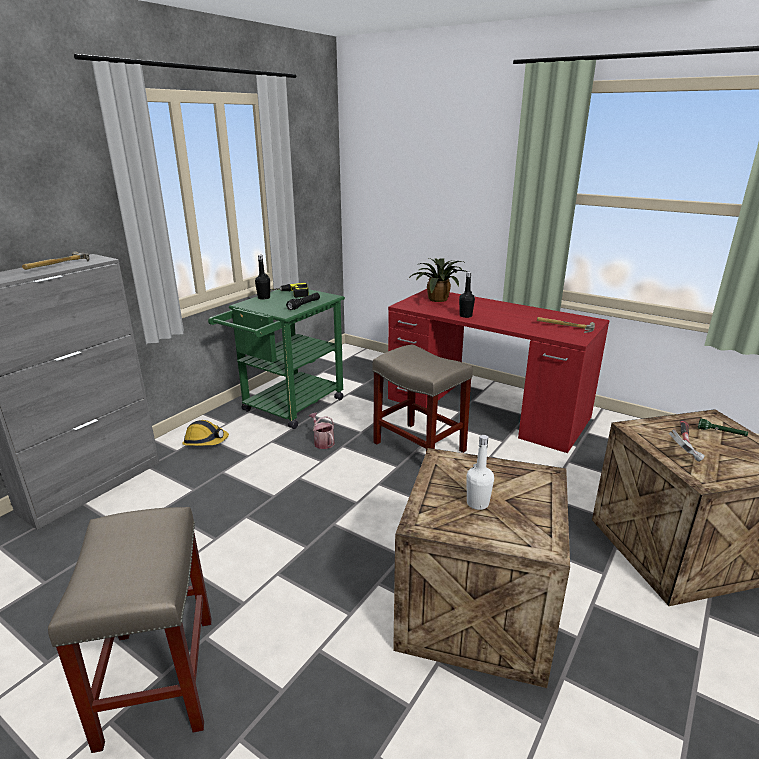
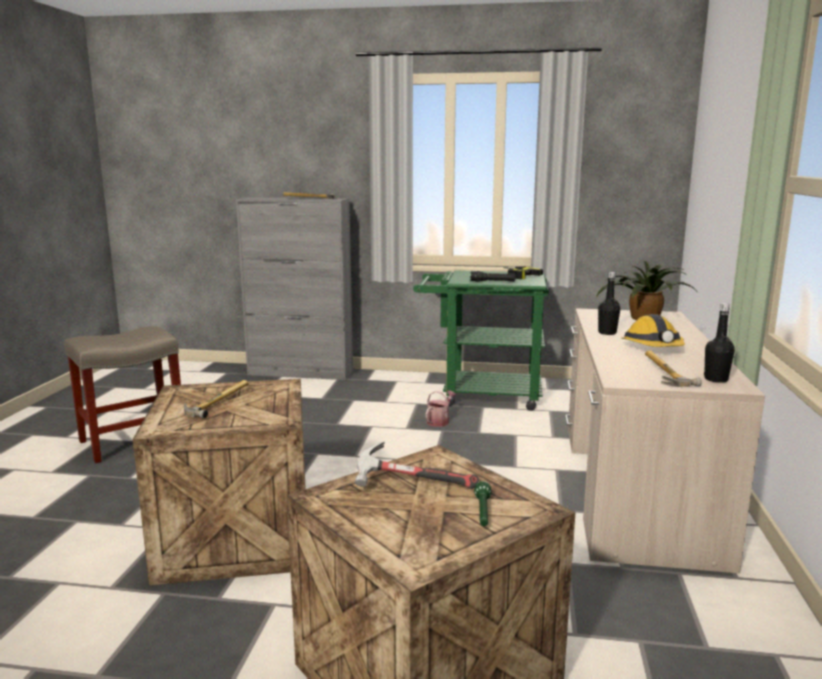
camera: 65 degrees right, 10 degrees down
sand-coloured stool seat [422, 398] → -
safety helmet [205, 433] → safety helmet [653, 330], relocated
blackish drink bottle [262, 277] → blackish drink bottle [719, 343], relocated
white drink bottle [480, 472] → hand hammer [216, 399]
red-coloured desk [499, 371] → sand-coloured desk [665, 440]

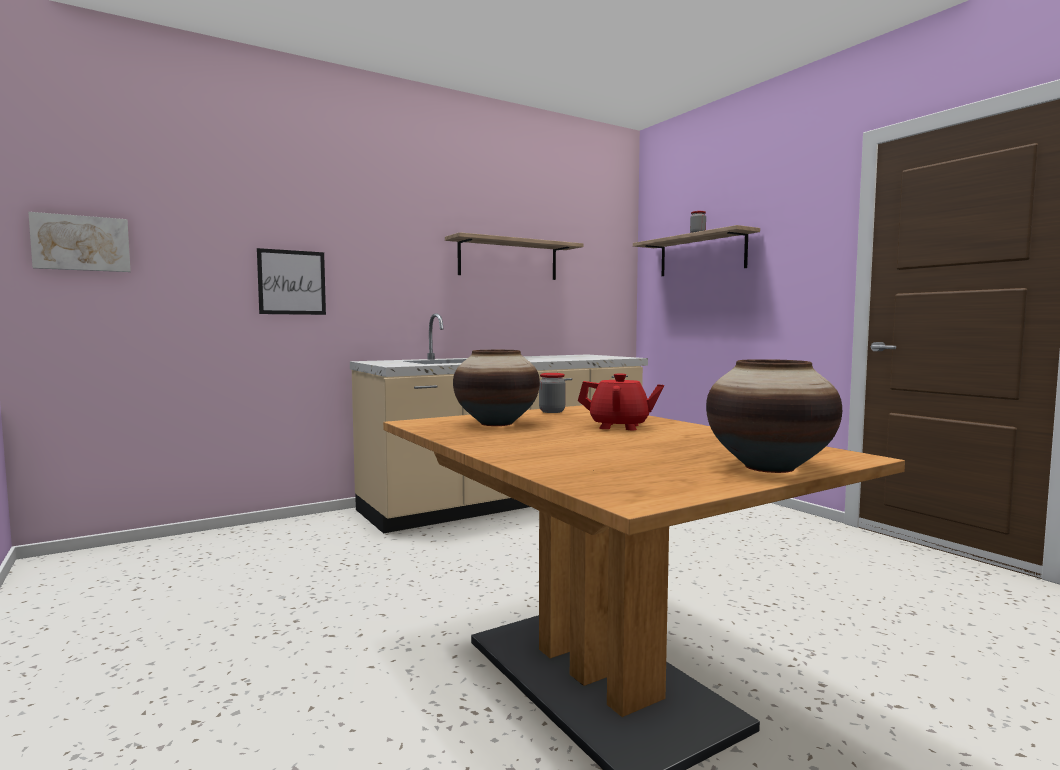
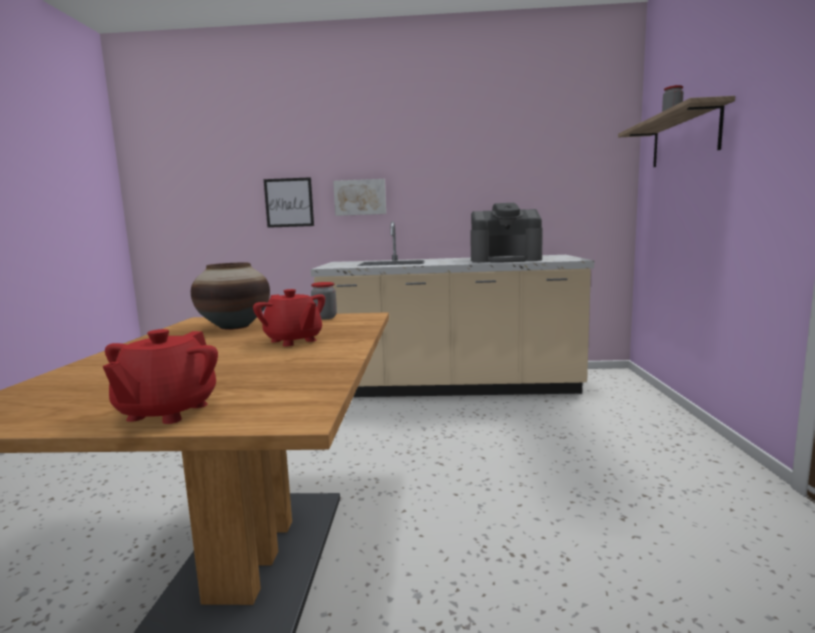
camera: 35 degrees right, 5 degrees up
shelf [514, 256] → -
- → coffee machine [506, 233]
wall art [79, 242] → wall art [359, 197], relocated
decorative vase [774, 416] → red-coloured teapot [160, 376]

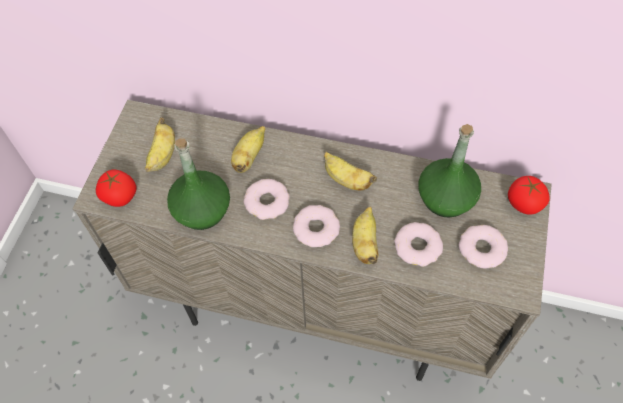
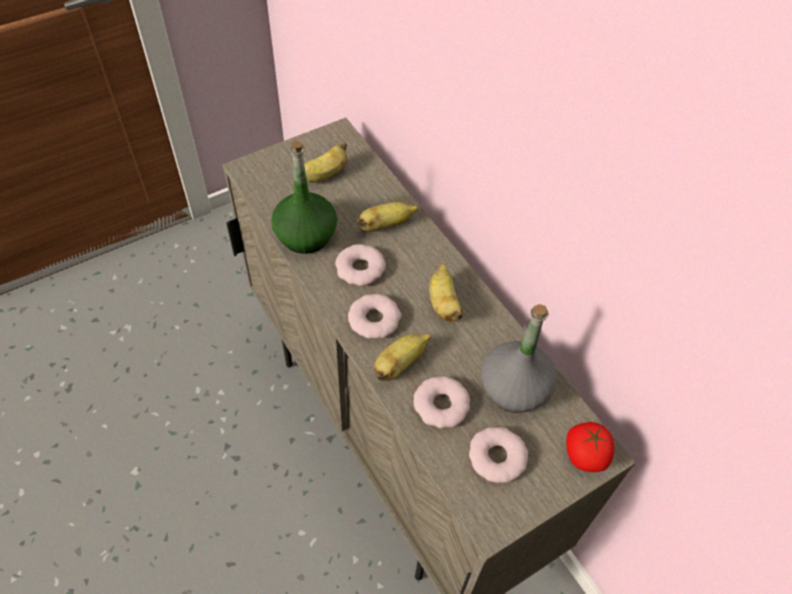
camera: 40 degrees right, 5 degrees down
tomato [116, 188] → -
green-coloured drink bottle [449, 171] → gray drink bottle [519, 358]

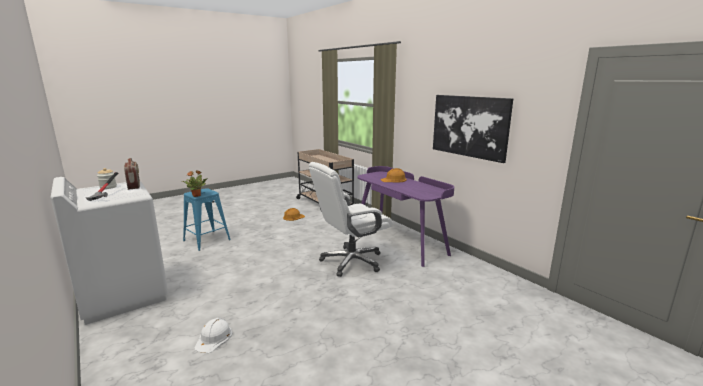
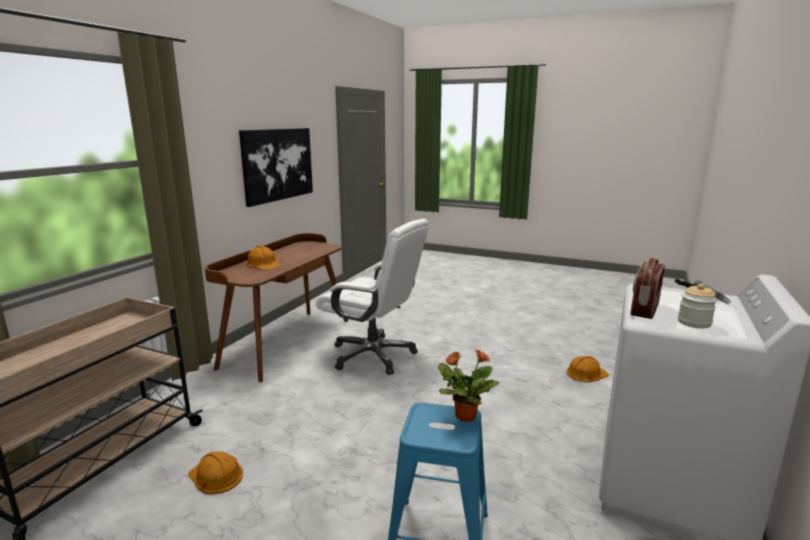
camera: 120 degrees left, 0 degrees up
white safety helmet [213, 335] → orange safety helmet [587, 369]
purple-coloured desk [405, 216] → brown-coloured desk [276, 307]

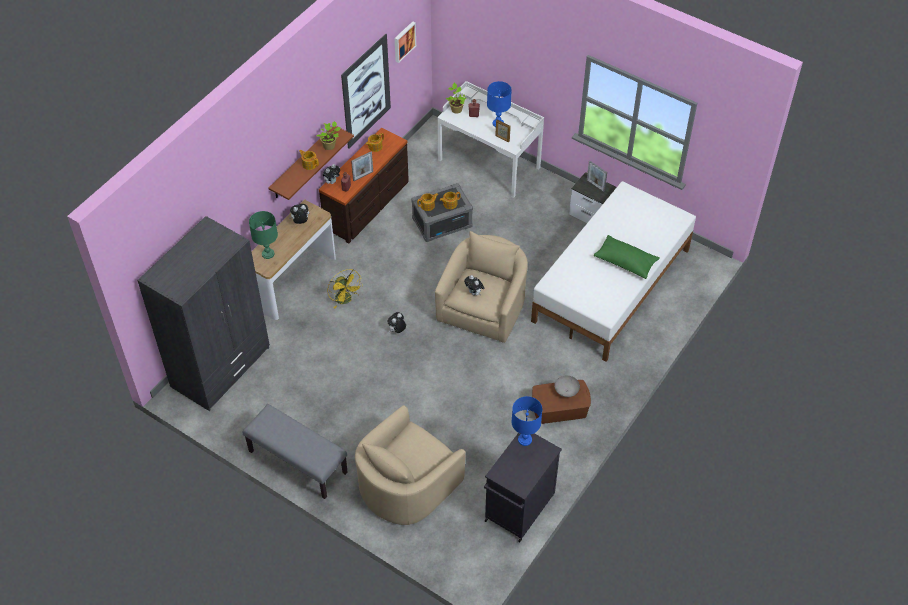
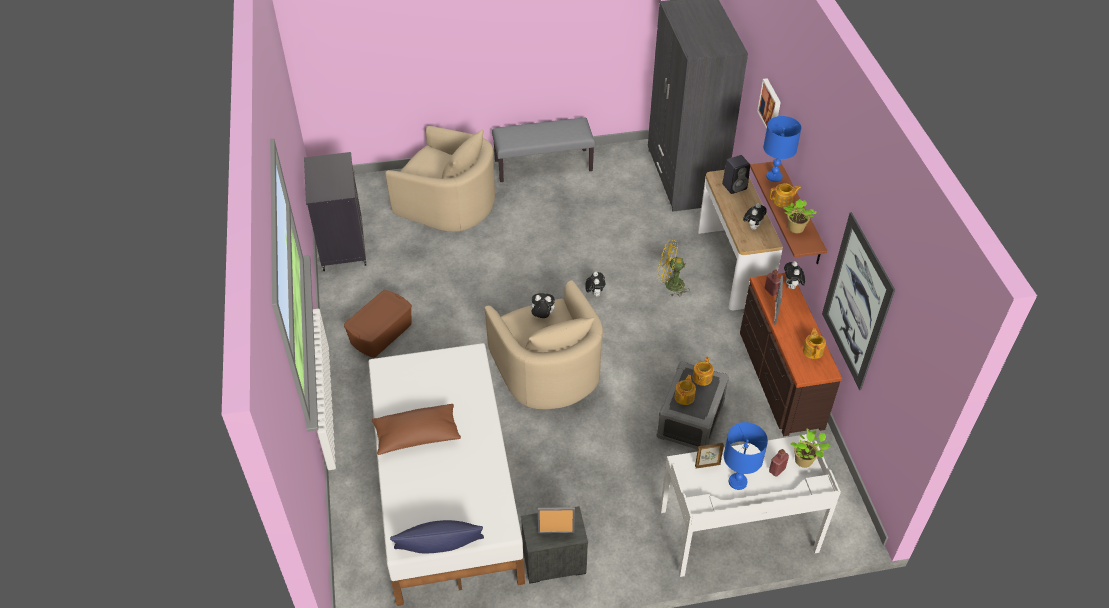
camera: 135 degrees right, 5 degrees down
gray bowl [567, 386] → -
- → bluish cushion [437, 536]
wall art [405, 42] → wall art [769, 103], relocated
bluish table lamp [527, 421] → bluish table lamp [782, 149], relocated
green-coloured table lamp [263, 235] → blackish speaker [736, 174]
green-coloured cushion [627, 257] → brown-coloured cushion [416, 429]
sand-coloured lounge chair [410, 465] → sand-coloured lounge chair [440, 179], 120 degrees clockwise

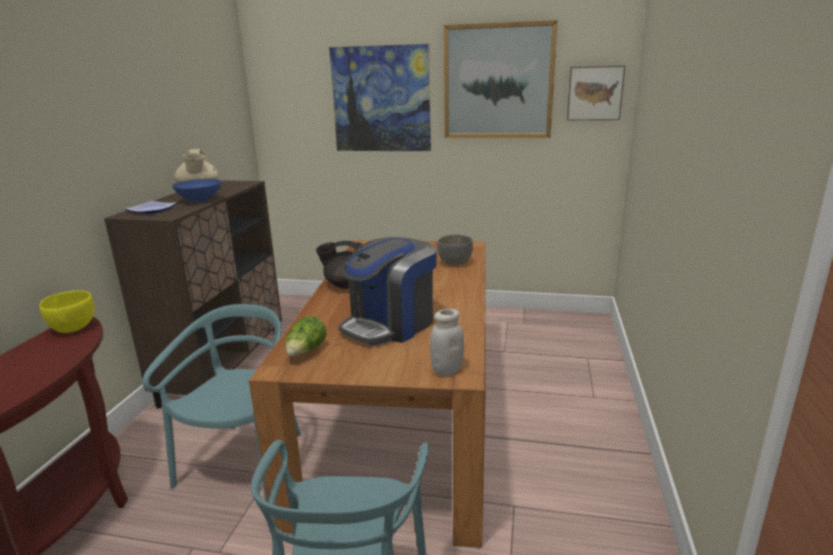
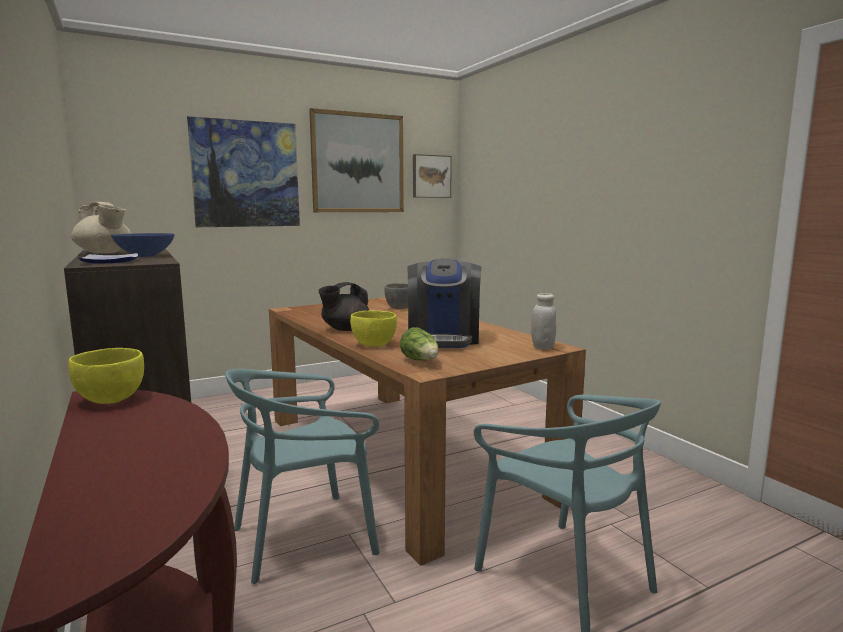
camera: 40 degrees left, 10 degrees down
- → yellow-coloured bowl [373, 329]
turquoise chair [221, 403] → turquoise chair [302, 476], 90 degrees counterclockwise

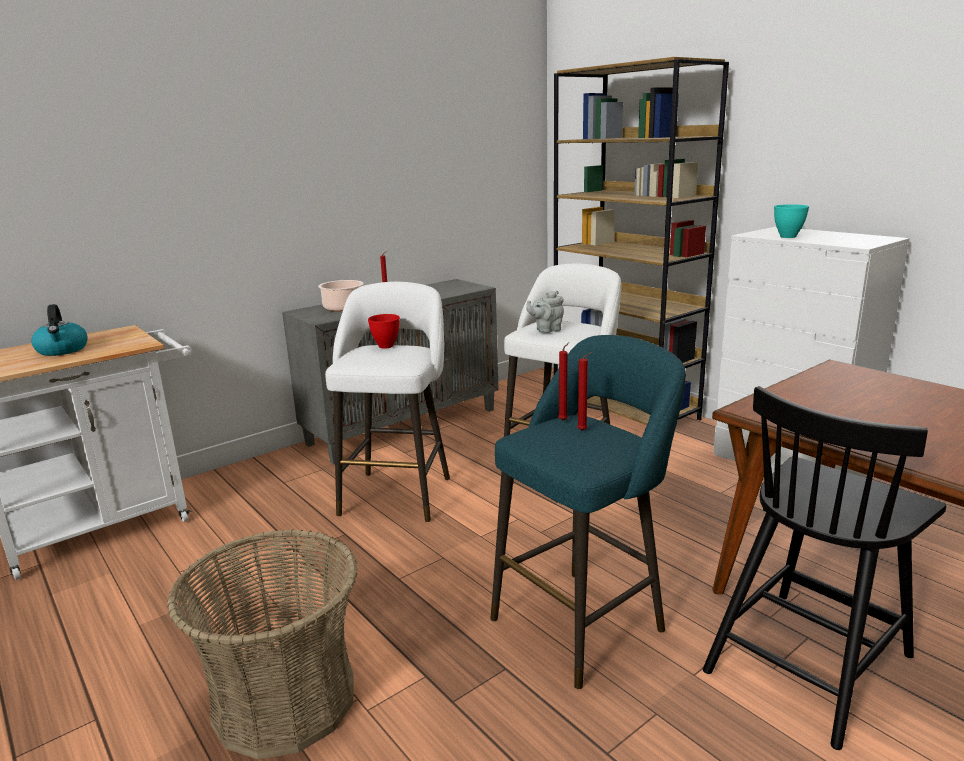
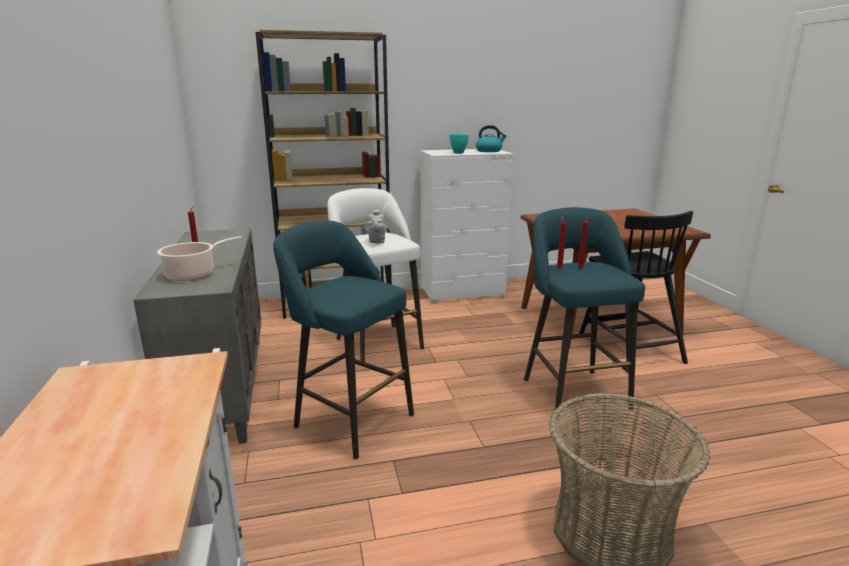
camera: 65 degrees left, 0 degrees up
red-coloured bowl [384, 331] → -
tea kettle [59, 330] → tea kettle [491, 138], relocated
white stool seat [387, 402] → turquoise stool seat [343, 340]

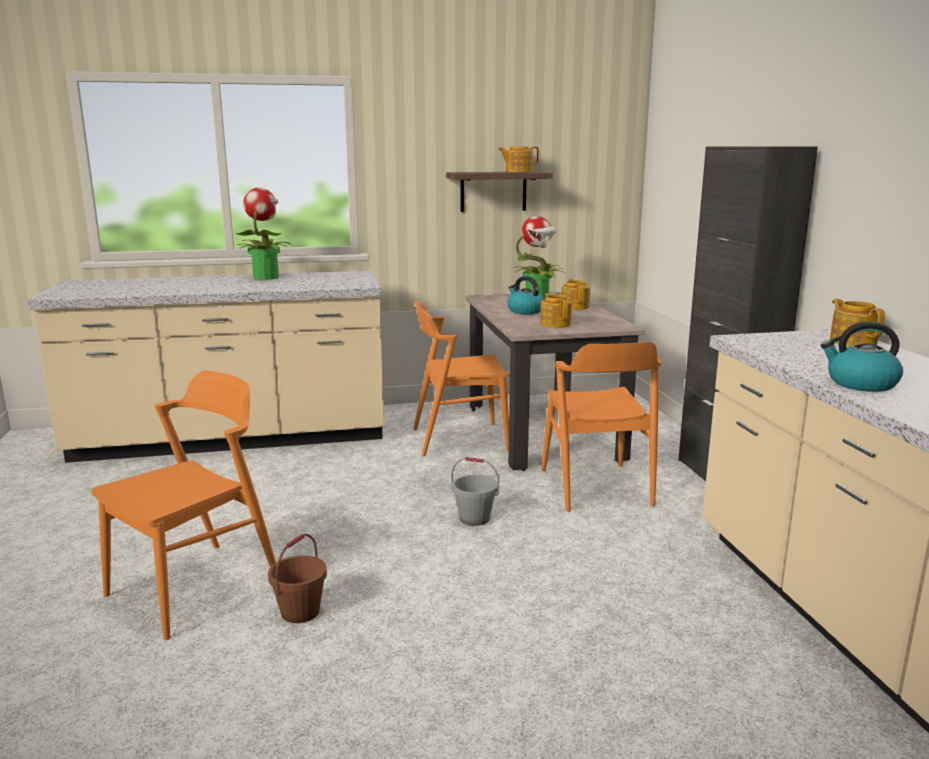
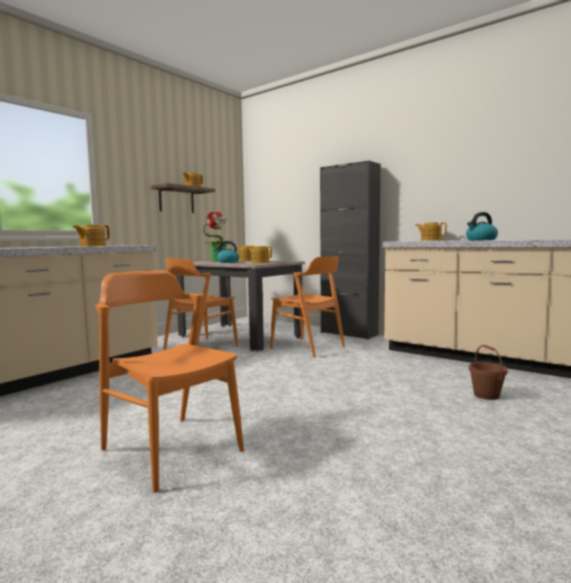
camera: 40 degrees left, 10 degrees down
potted plant [264, 234] → -
gray pail [475, 491] → -
- → teapot [91, 235]
brown-coloured pail [297, 578] → brown-coloured pail [488, 372], relocated
orange chair [183, 505] → orange chair [170, 381], 45 degrees counterclockwise

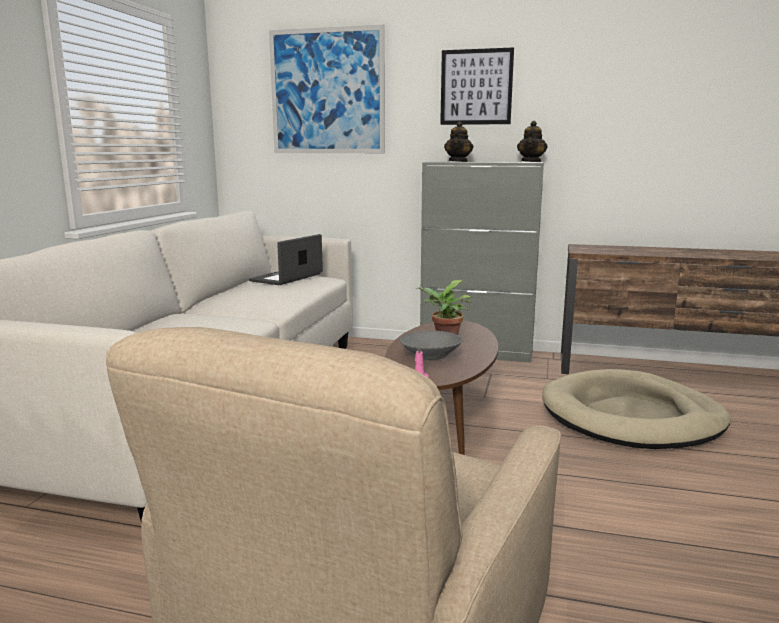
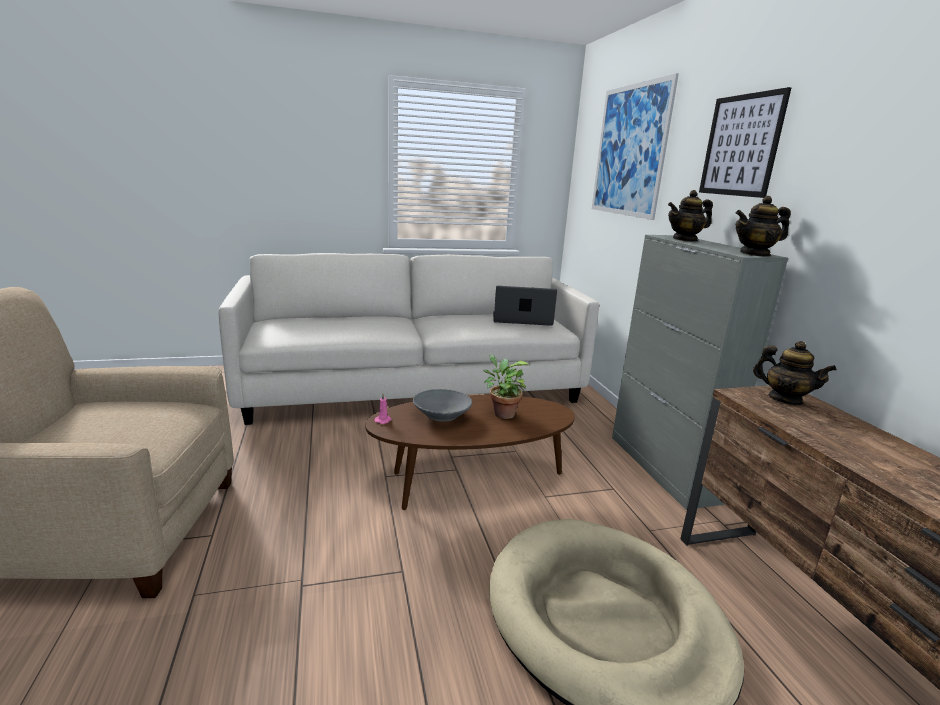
camera: 60 degrees right, 5 degrees up
- → teapot [795, 373]

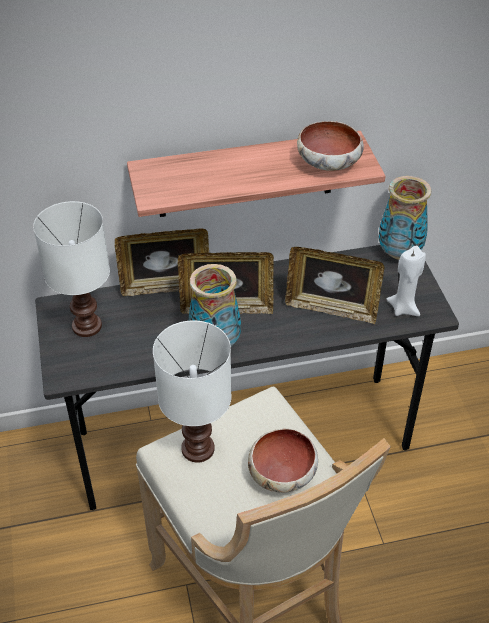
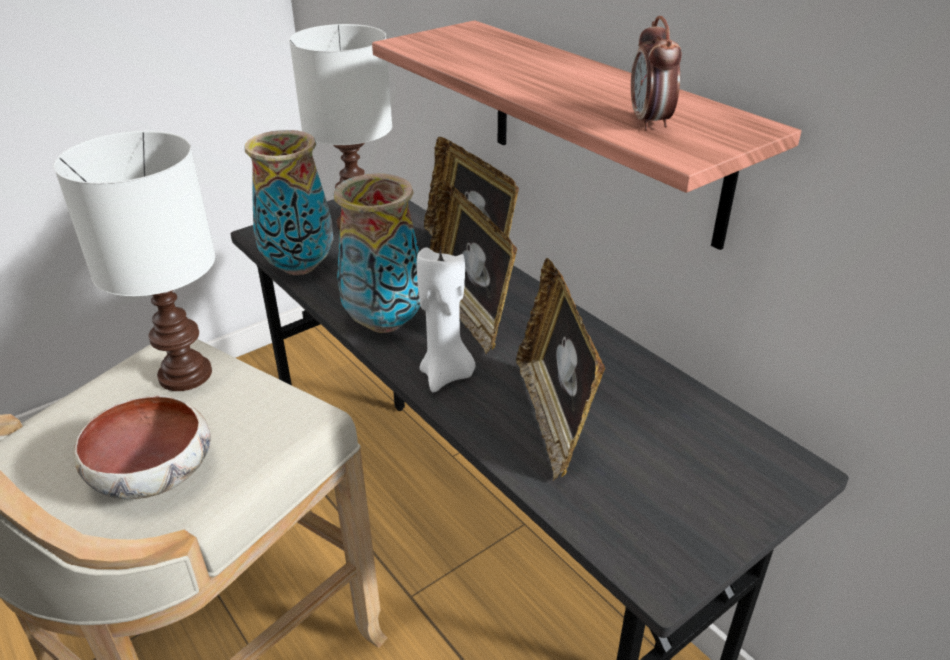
camera: 65 degrees right, 10 degrees down
decorative vase [404, 218] → decorative vase [289, 202], relocated
white wax light [406, 281] → white wax light [446, 319], relocated
bowl [330, 146] → table clock [656, 73]

